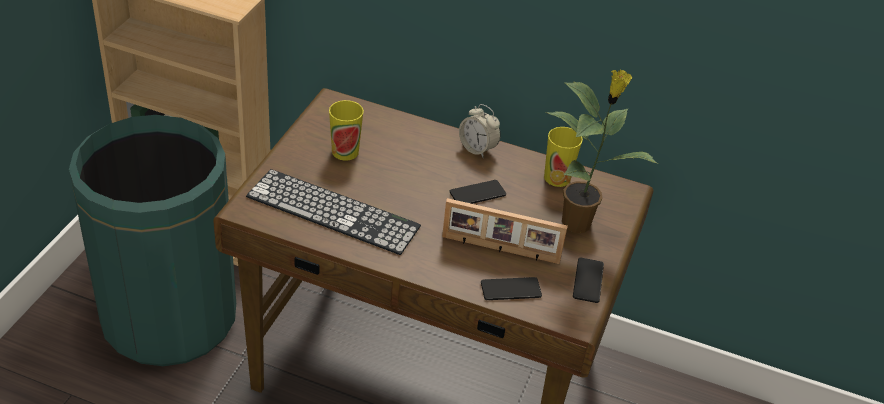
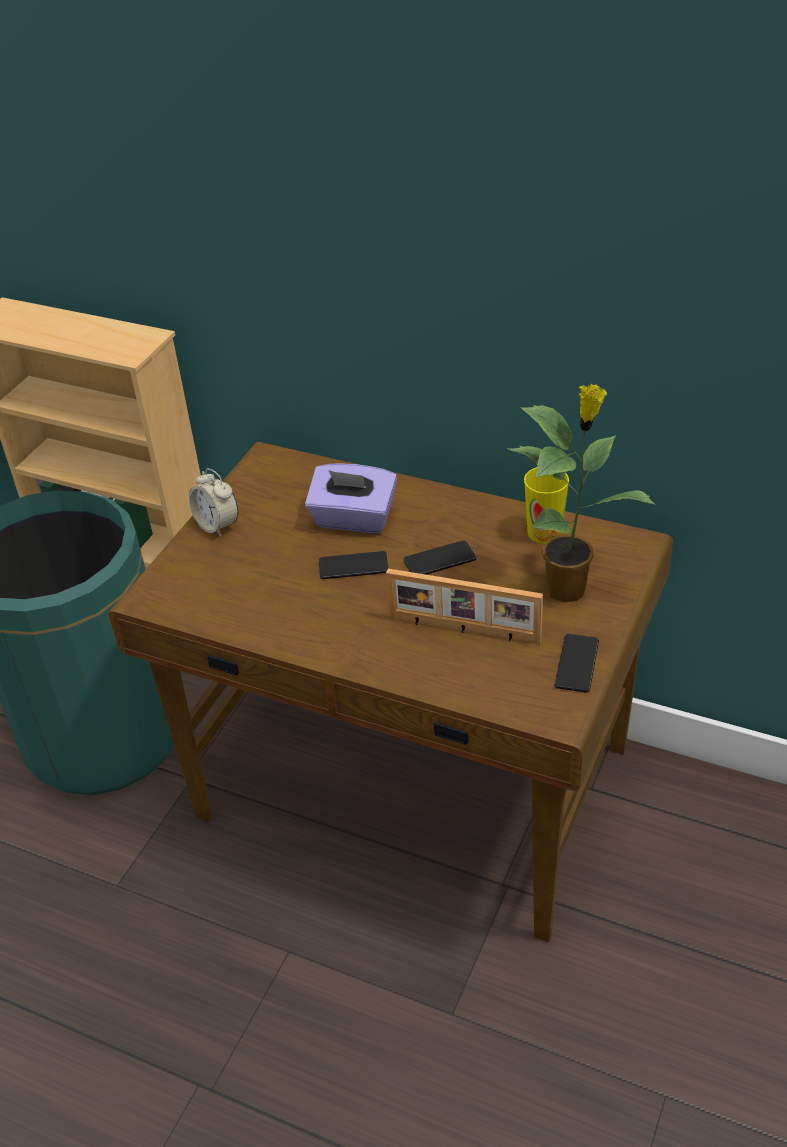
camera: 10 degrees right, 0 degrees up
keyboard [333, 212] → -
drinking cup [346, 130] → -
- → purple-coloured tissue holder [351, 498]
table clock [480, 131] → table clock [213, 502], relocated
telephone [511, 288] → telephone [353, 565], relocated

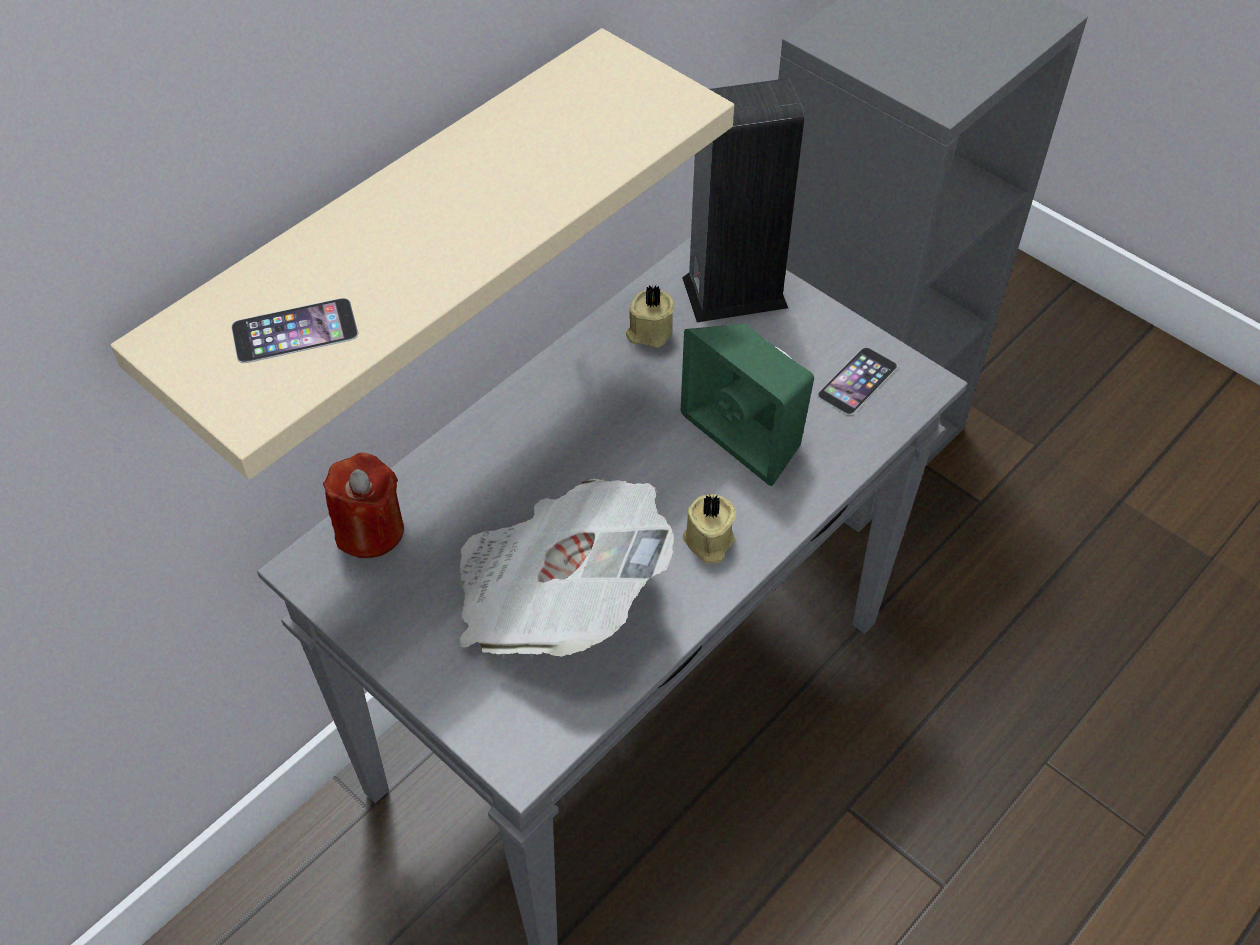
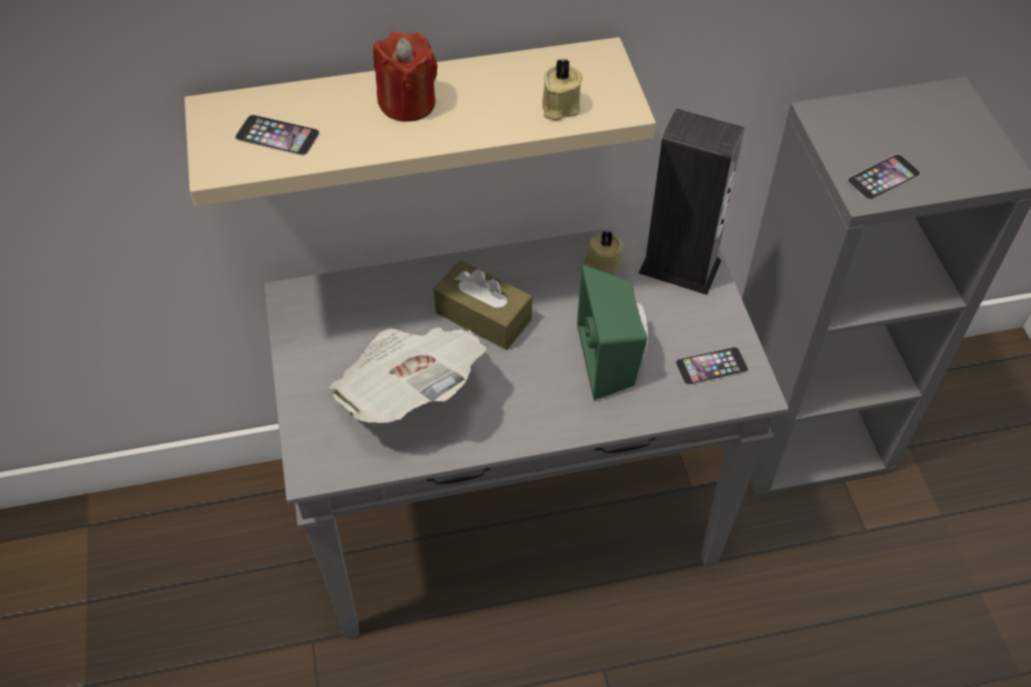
camera: 35 degrees right, 0 degrees up
- → brown-coloured tissue holder [483, 305]
- → telephone [884, 177]
red-coloured wax light [363, 505] → red-coloured wax light [405, 76], relocated
sand-coloured wax light [709, 529] → sand-coloured wax light [562, 90], relocated

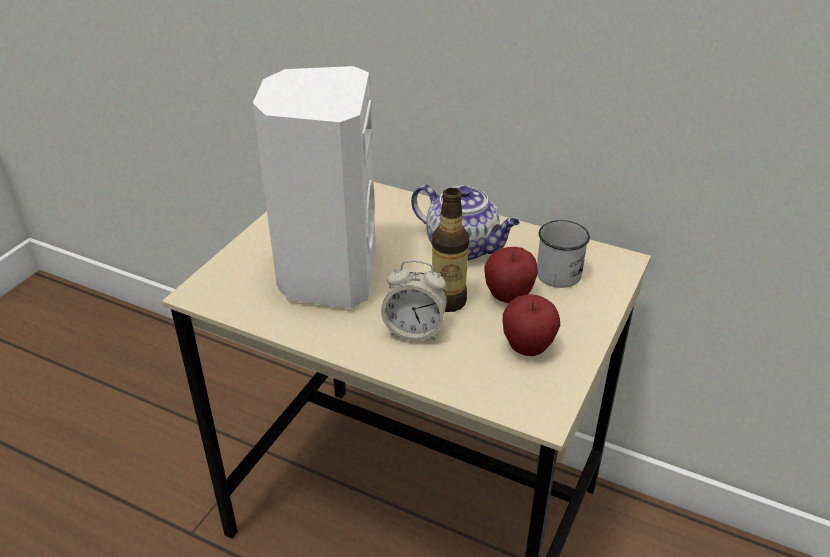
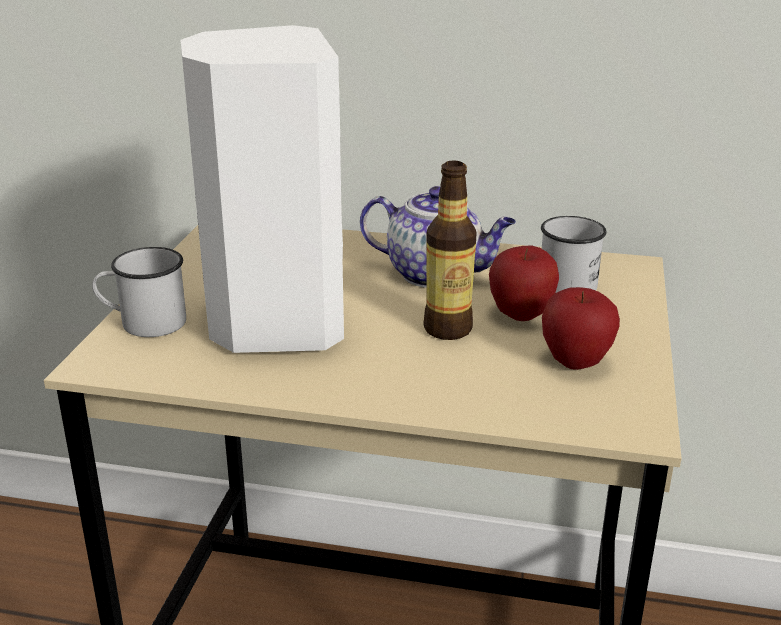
camera: 15 degrees left, 10 degrees down
table clock [414, 300] → -
- → white mug [139, 292]

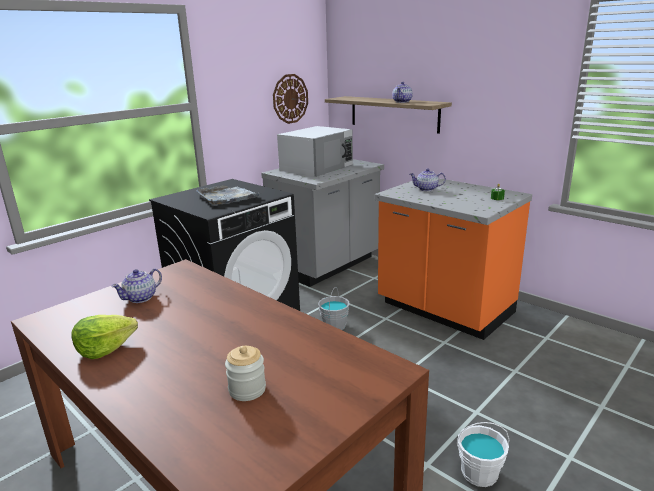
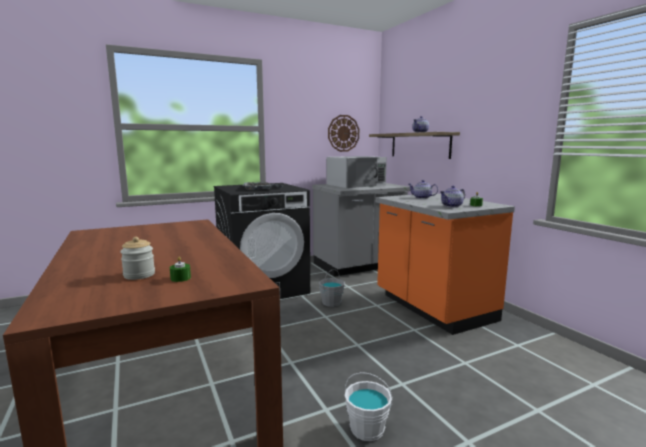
camera: 20 degrees right, 10 degrees down
head of lettuce [104, 337] → -
- → green-coloured wax light [180, 269]
teapot [136, 285] → teapot [452, 196], relocated

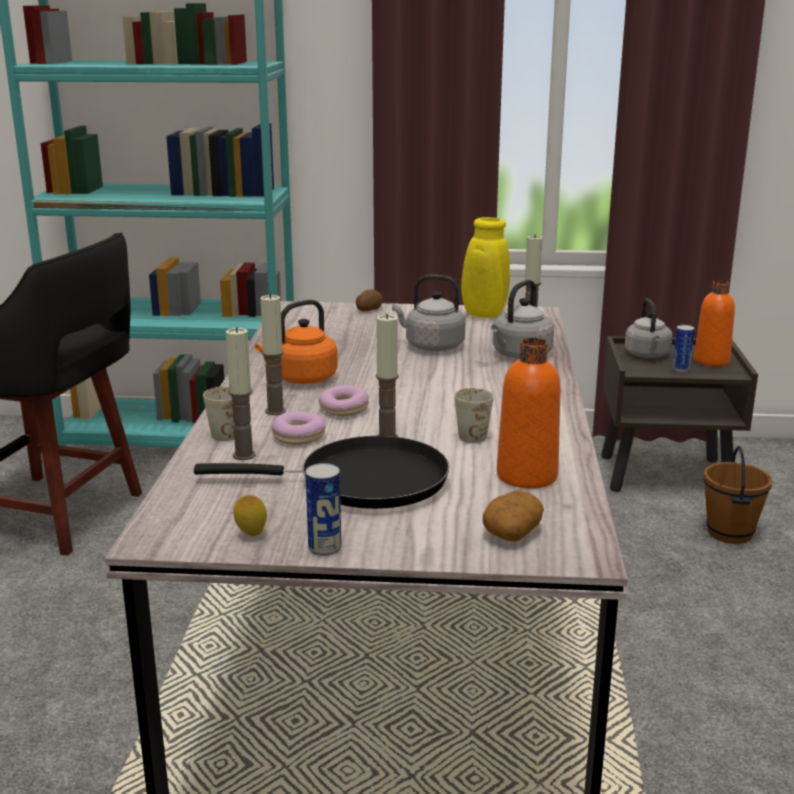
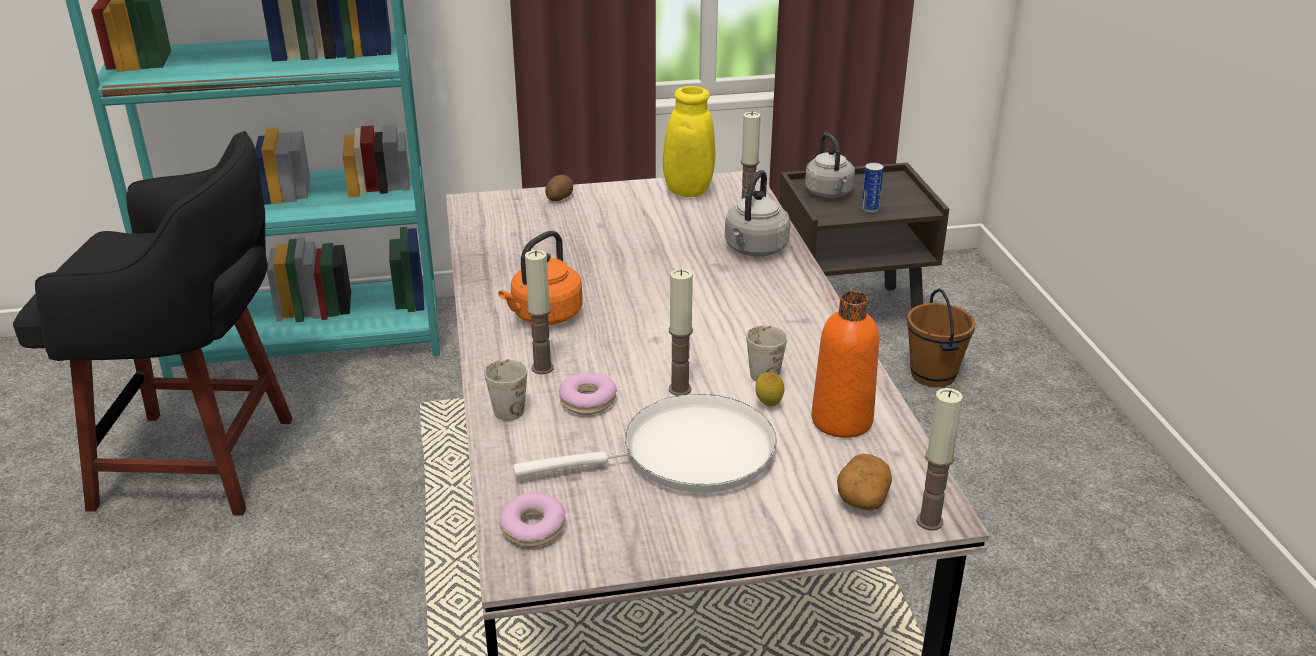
camera: 15 degrees left, 10 degrees up
can [323, 509] → -
gray tea kettle [428, 313] → -
orange drink bottle [714, 323] → -
wax light [241, 393] → wax light [939, 459], relocated
lemon [250, 515] → lemon [769, 389], relocated
ring doughnut [343, 400] → ring doughnut [532, 519], relocated
blackish skillet [321, 472] → white skillet [645, 443]

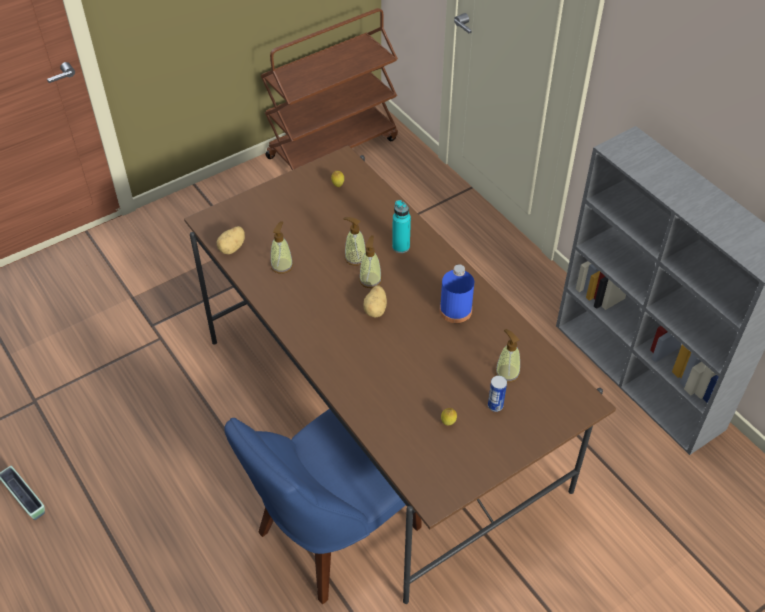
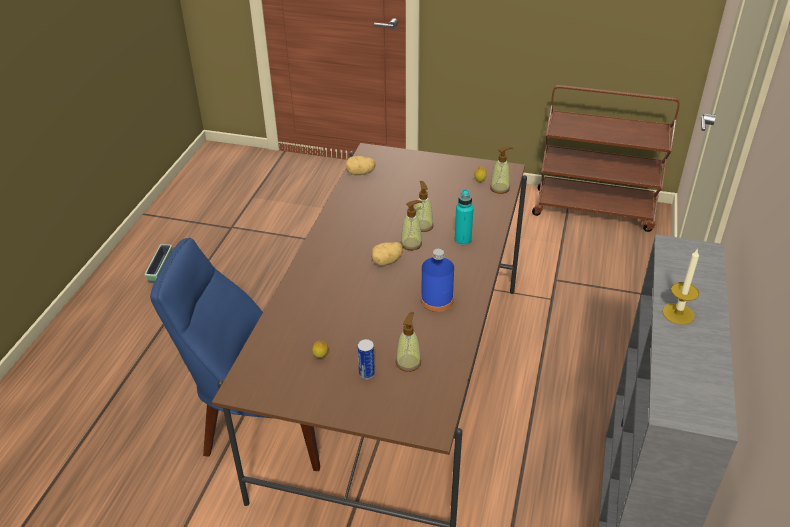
camera: 50 degrees right, 10 degrees down
- → wax light [680, 286]
soap bottle [282, 247] → soap bottle [501, 170], relocated

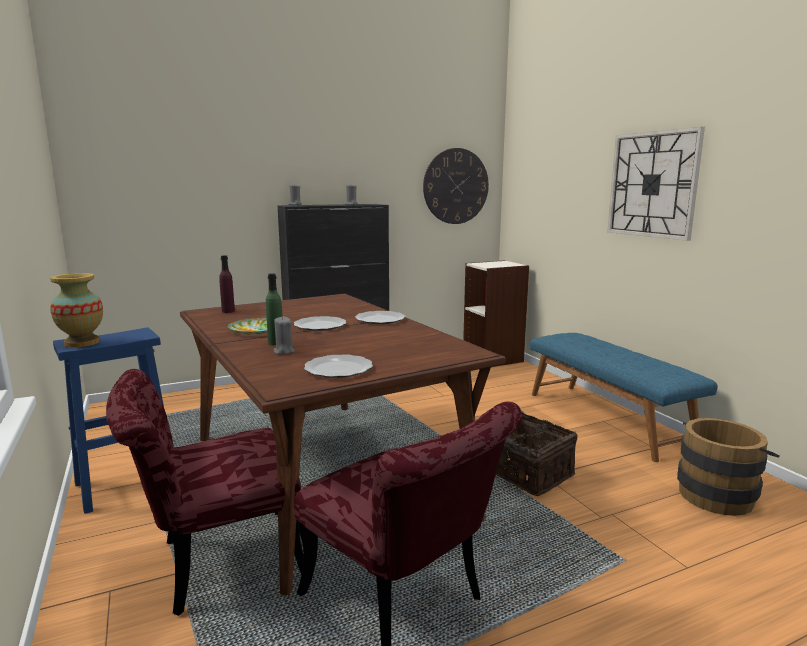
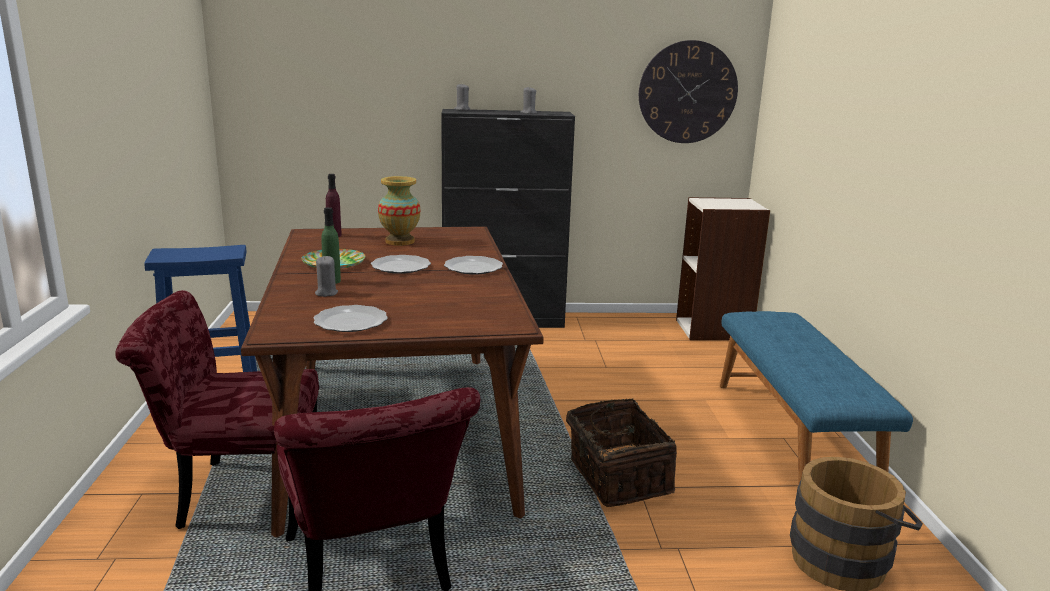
camera: 20 degrees right, 5 degrees up
wall clock [656, 184] → -
decorative vase [76, 310] → decorative vase [399, 211], relocated

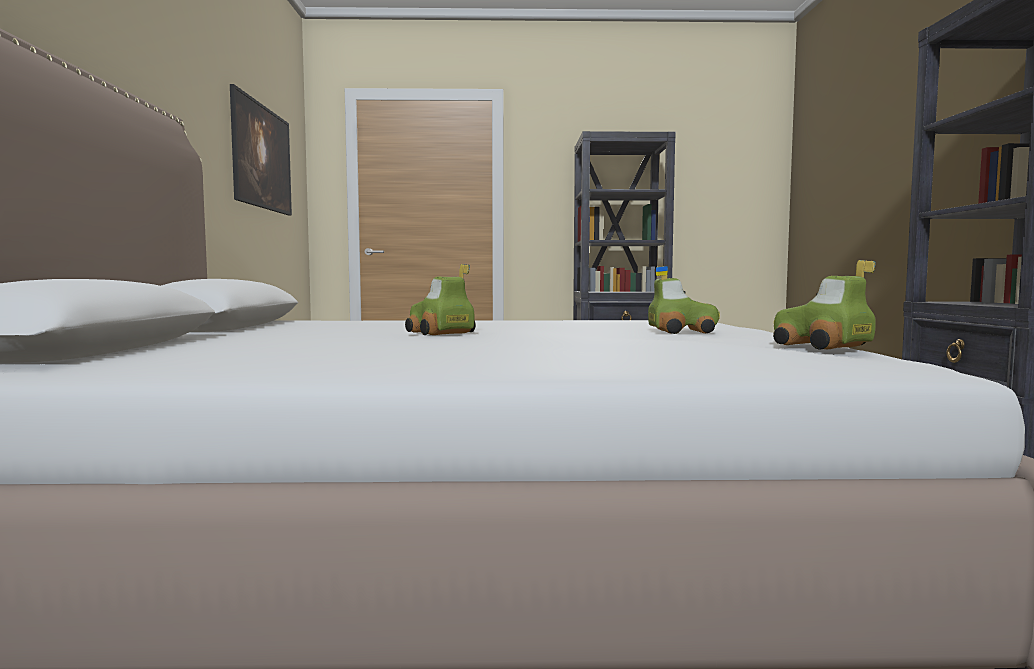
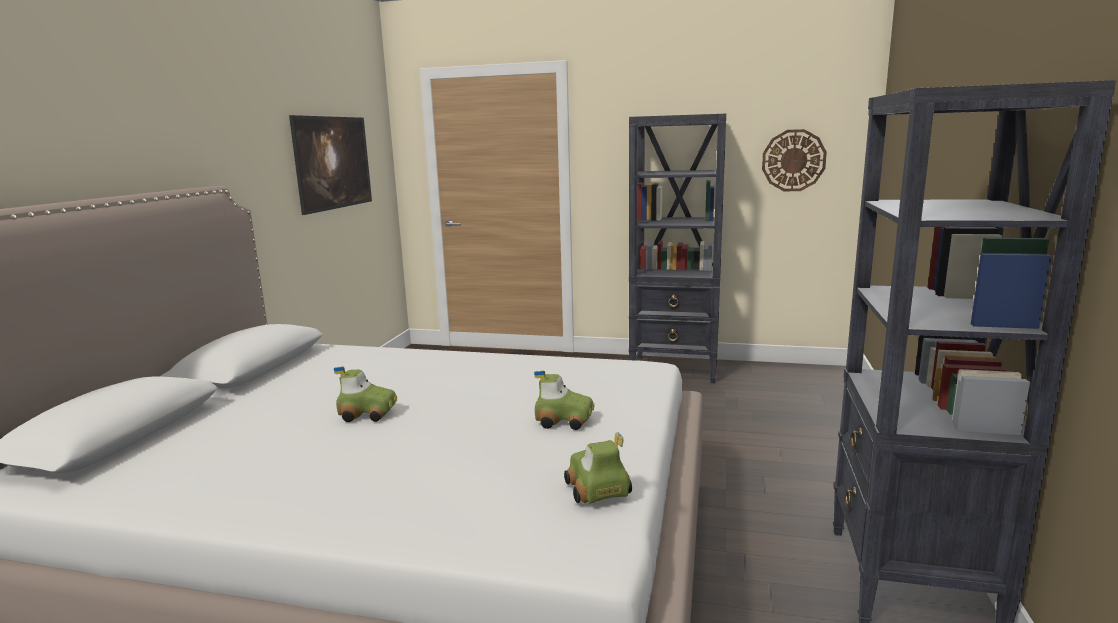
camera: 15 degrees right, 10 degrees up
- → wall clock [794, 160]
toy car [440, 299] → toy car [365, 394], 120 degrees clockwise

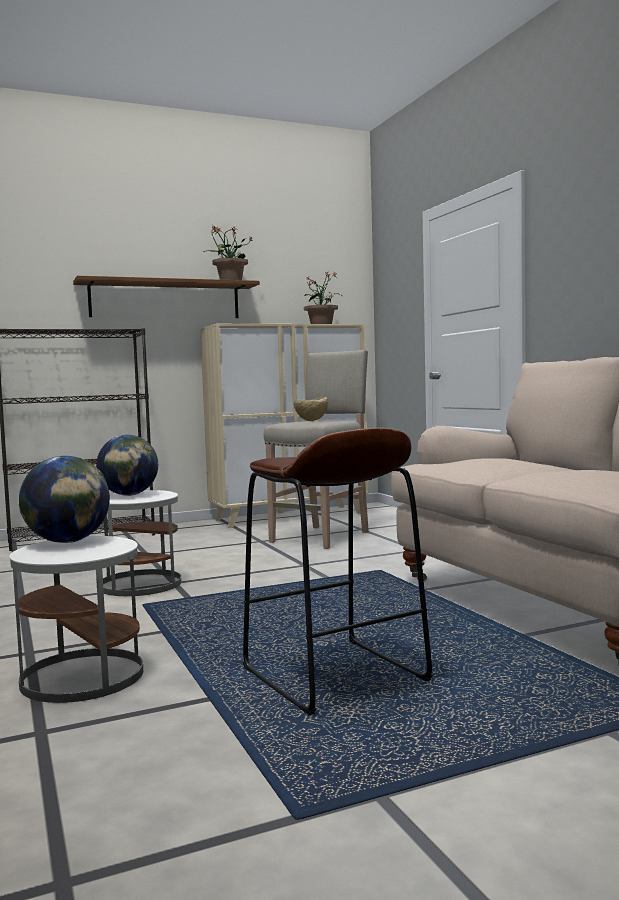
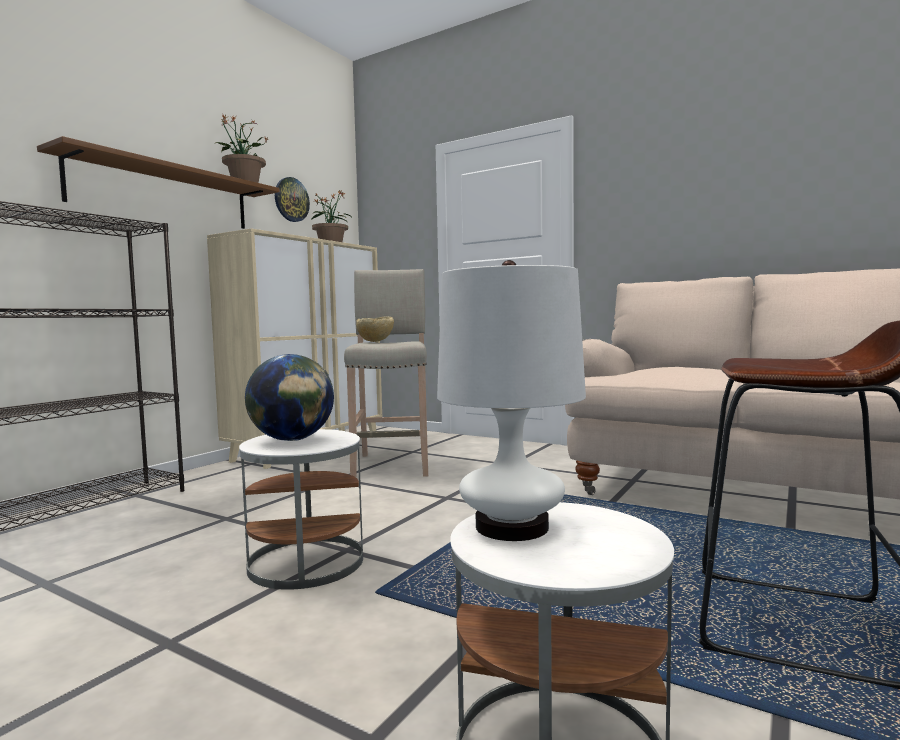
camera: 35 degrees left, 0 degrees up
- → wall clock [292, 199]
world globe [64, 499] → white table lamp [511, 400]

